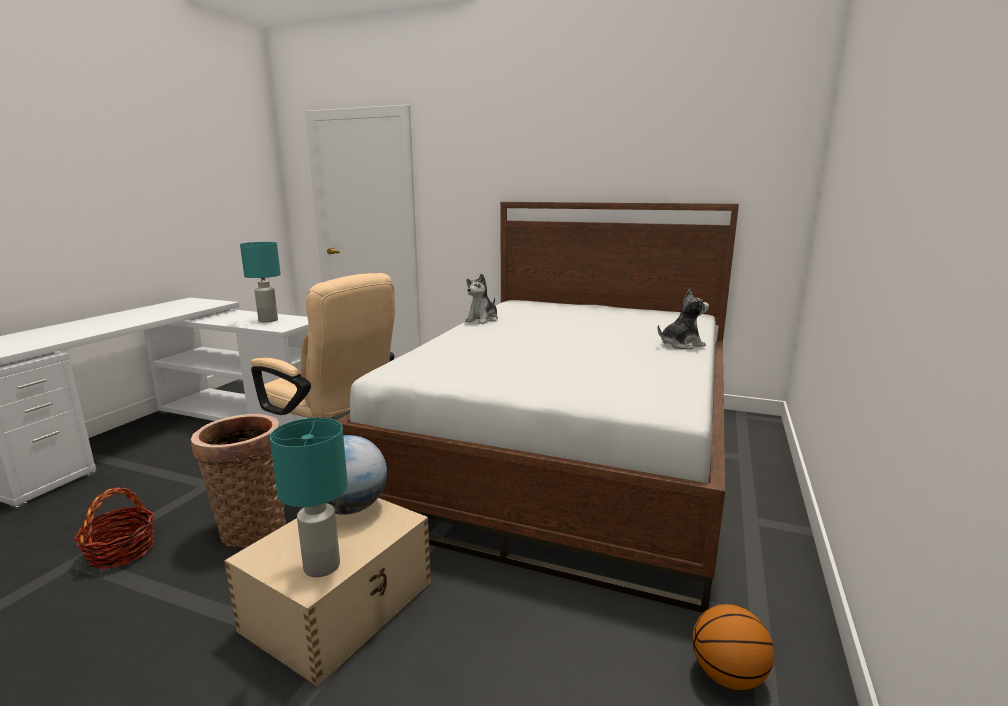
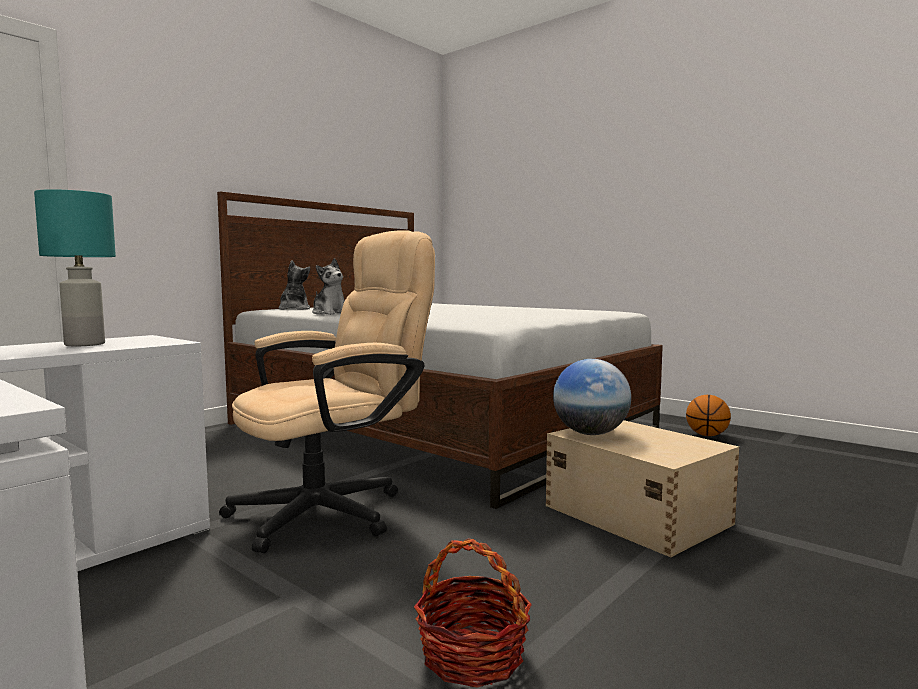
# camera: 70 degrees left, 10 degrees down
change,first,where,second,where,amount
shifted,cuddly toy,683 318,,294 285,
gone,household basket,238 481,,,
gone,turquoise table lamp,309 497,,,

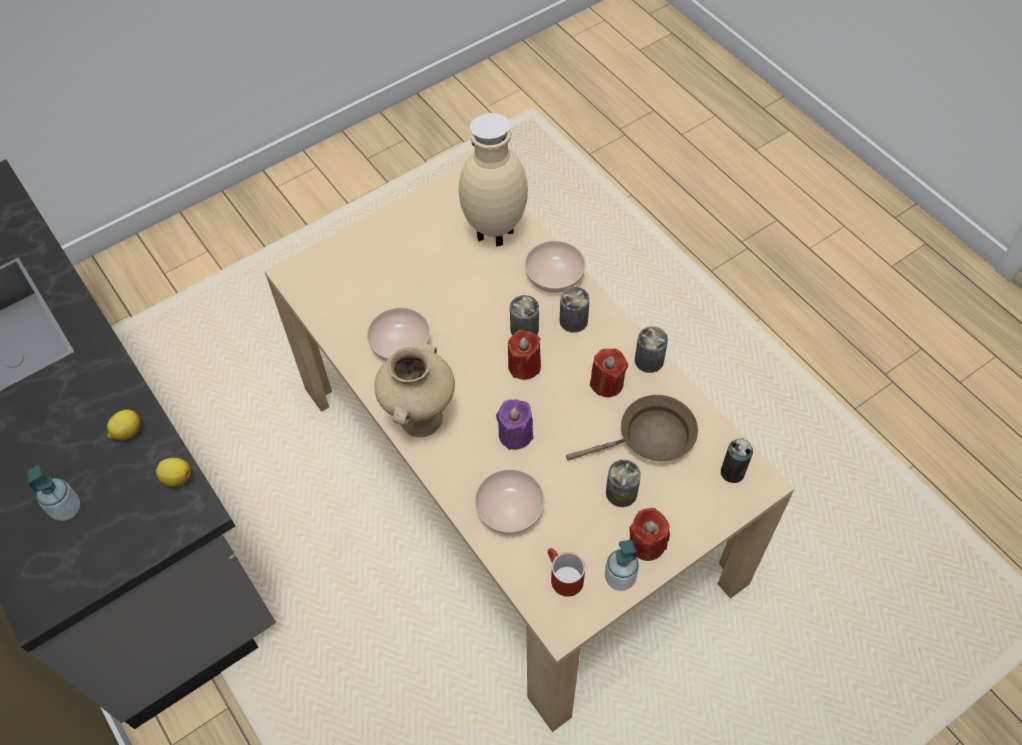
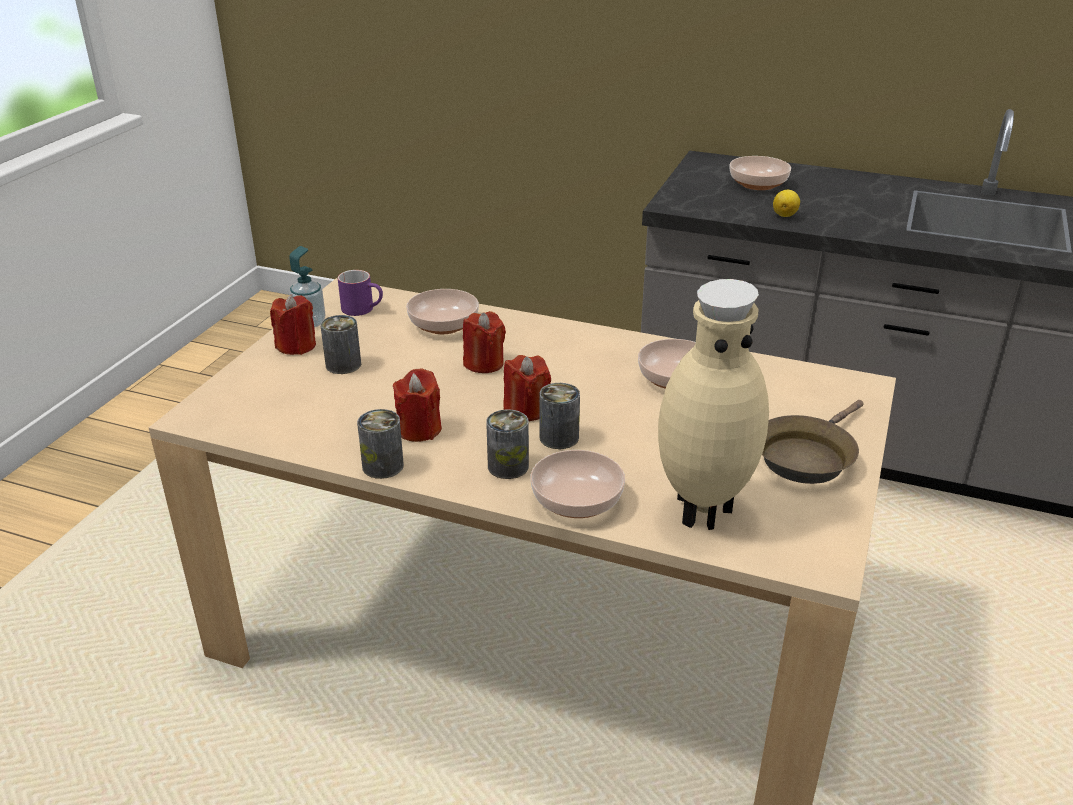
# camera: 145 degrees right, 25 degrees down
change,first,where,second,where,amount
repainted,red-coloured tea mug,566 572,purplish tea mug,360 293,
repainted,purplish wax candle,514 425,red-coloured wax candle,484 342,
swapped,liquid soap bottle,53 493,serving bowl,760 173,
shifted,brown frying pan,632 428,,813 442,
gone,whole lemon,173 472,,,
gone,beige vase,414 390,,,
gone,sealed can,737 460,,,

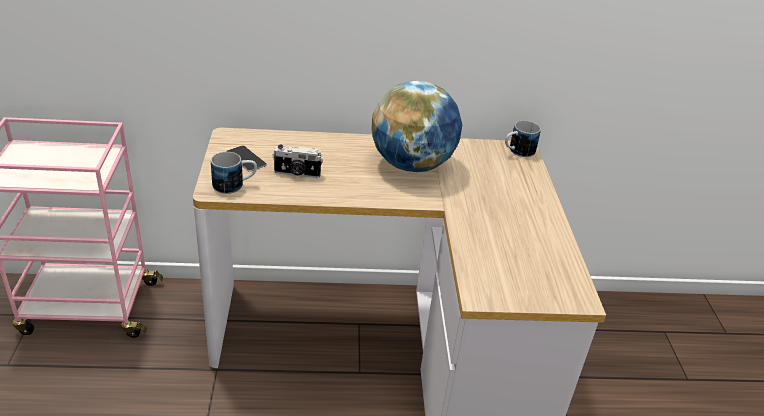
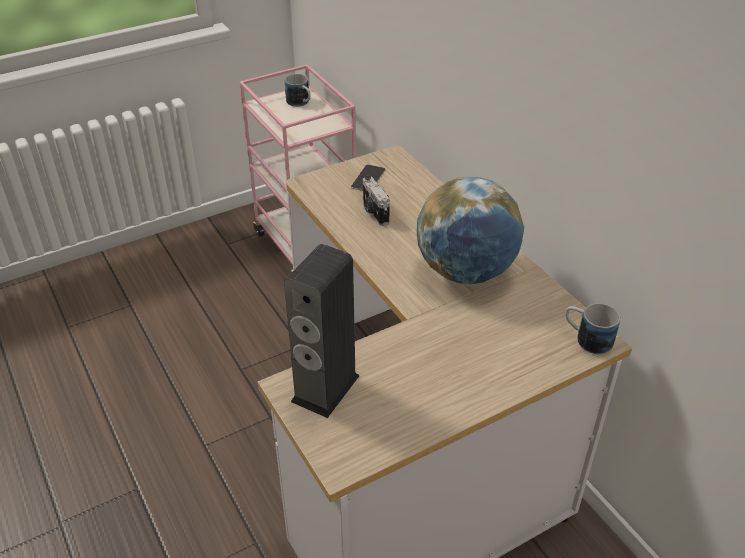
# camera: 65 degrees right, 5 degrees up
change,first,where,second,where,amount
new,,,speaker,322 331,
shifted,tea mug,234 173,,298 90,

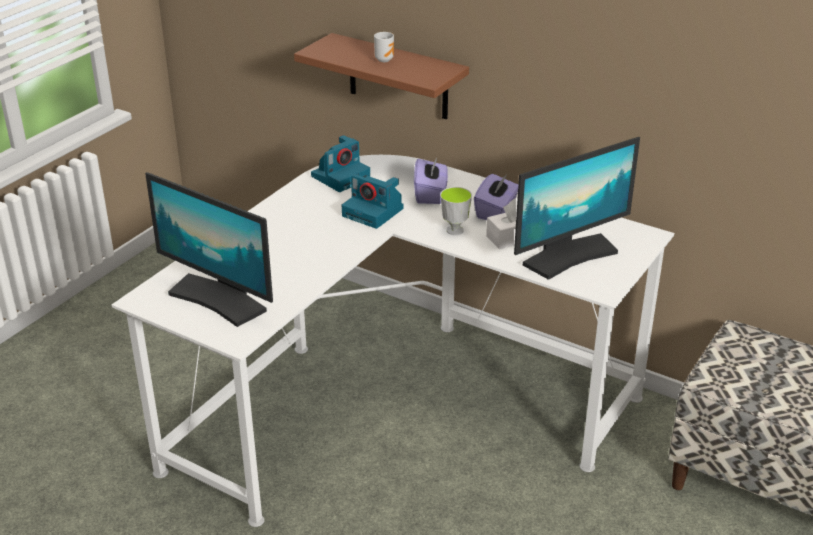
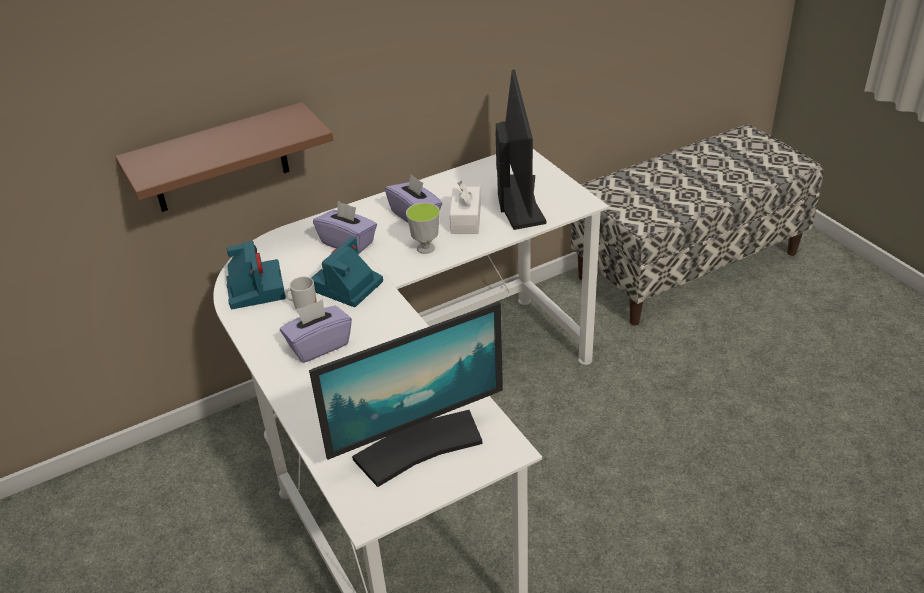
# camera: 60 degrees left, 5 degrees up
change,first,where,second,where,amount
new,,,purplish box of tissues,316 331,
shifted,tea mug,384 47,,301 292,
rotated,photo camera,372 201,,347 272,150 degrees clockwise

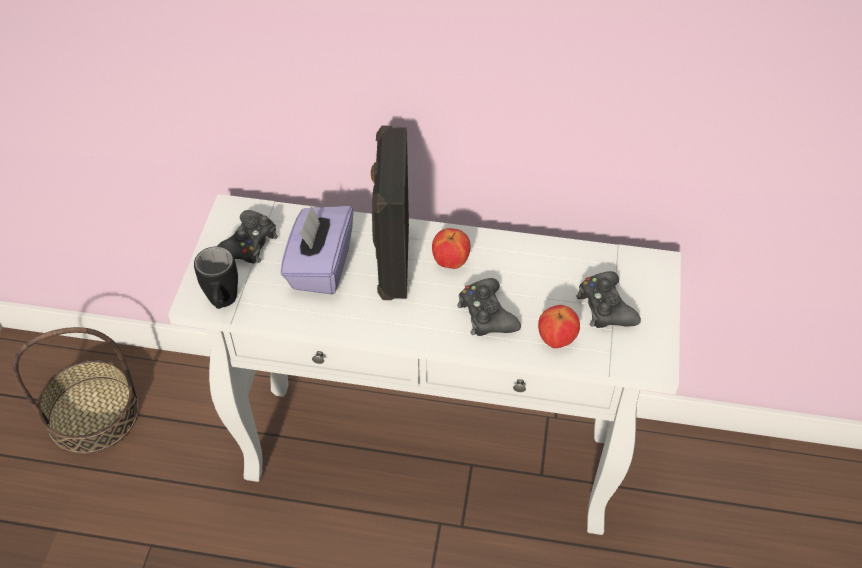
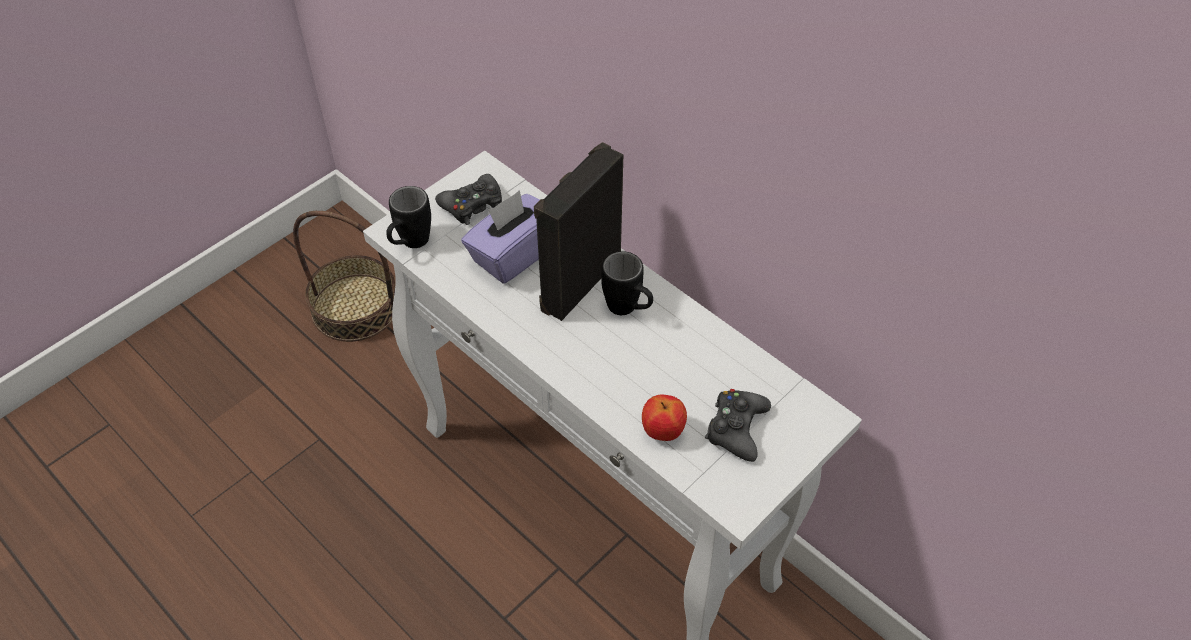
# camera: 35 degrees right, 0 degrees up
change,first,where,second,where,amount
swapped,apple fruit,451 248,black-coloured tea mug,627 283,
gone,black-coloured game controller,489 307,,,

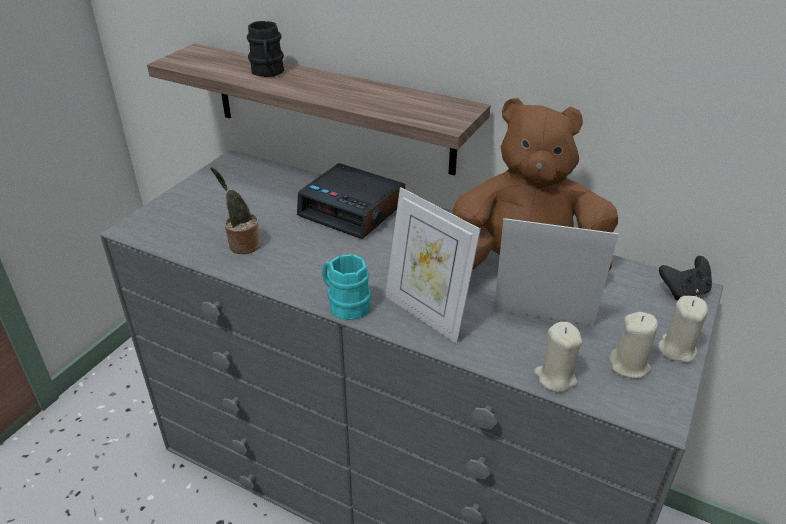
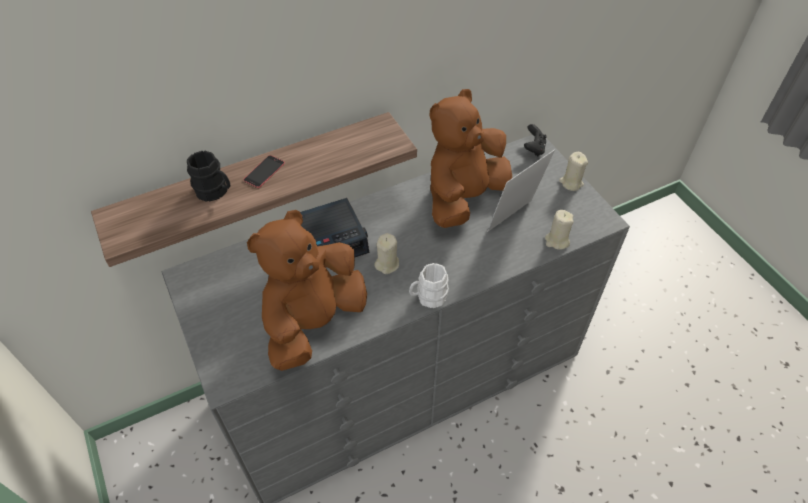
# camera: 55 degrees left, 15 degrees up
change,first,where,second,where,amount
new,,,telephone,264 171,
swapped,houseplant,235 210,brown cuddly toy,307 290,
shifted,beige wax candle,633 345,,386 253,
repainted,turquoise tea mug,346 287,white-coloured tea mug,429 285,
gone,standing frame,433 265,,,

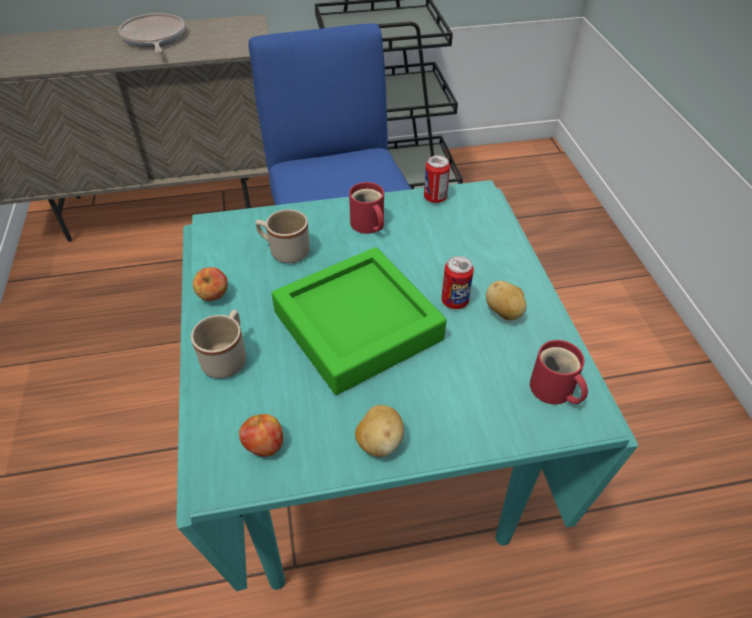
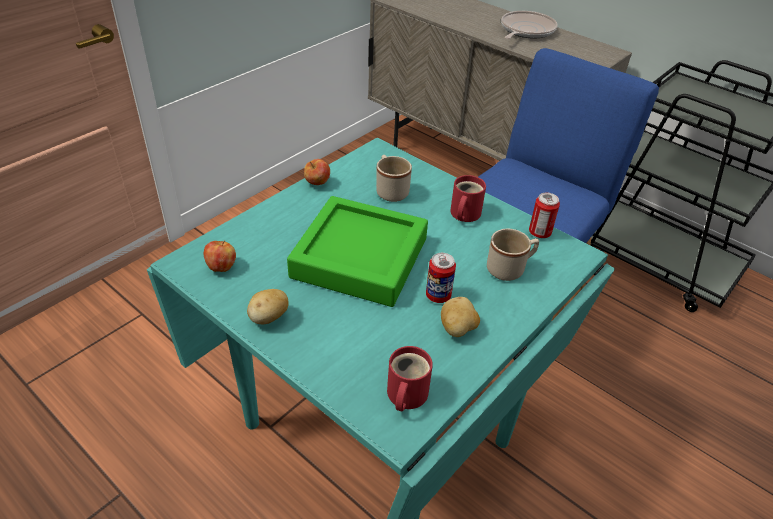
# camera: 50 degrees right, 5 degrees down
change,first,where,second,where,amount
shifted,beige tea mug,218 344,,513 255,

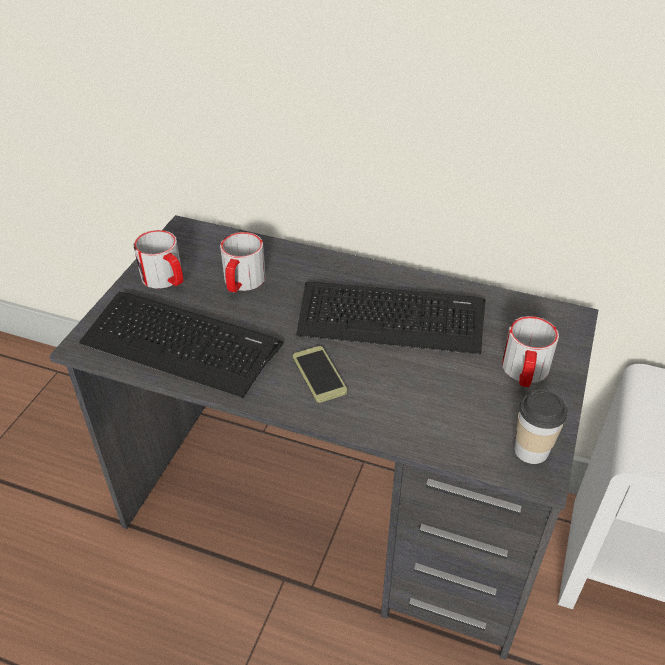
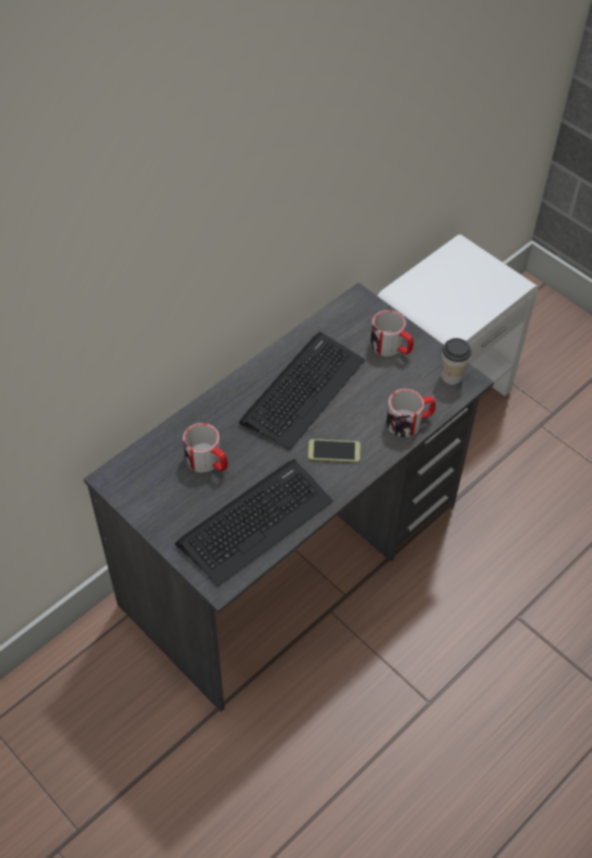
# camera: 65 degrees left, 10 degrees up
change,first,where,second,where,amount
shifted,tea mug,158 259,,411 413,

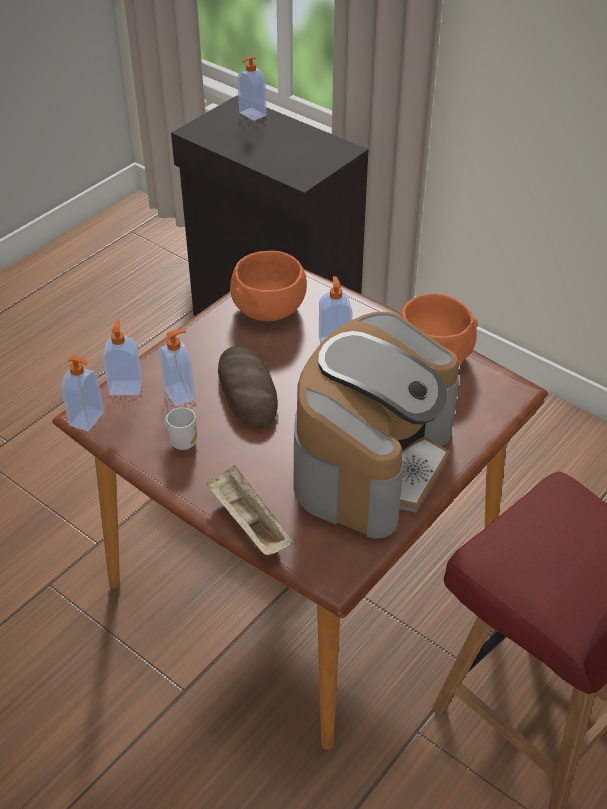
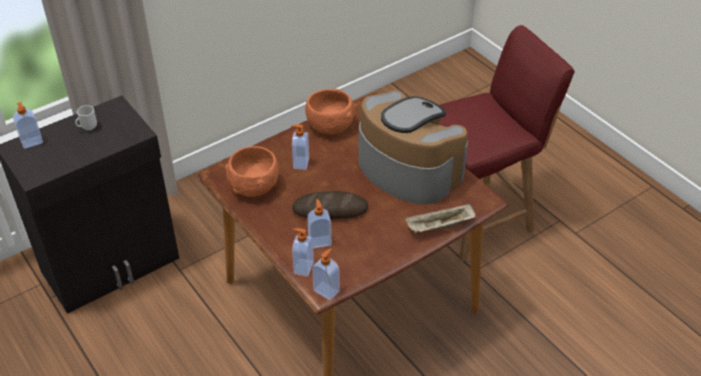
# camera: 75 degrees left, 0 degrees up
change,first,where,second,where,amount
shifted,tea mug,180 428,,86 117,

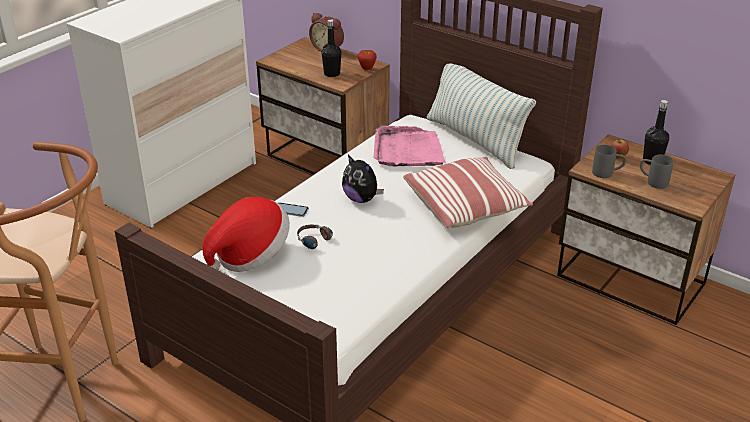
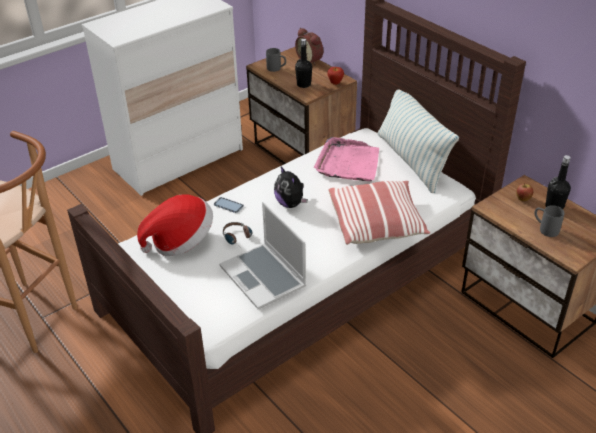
# camera: 15 degrees right, 5 degrees up
change,first,where,second,where,amount
new,,,laptop,262 255,
shifted,greyish tea mug,609 161,,276 60,

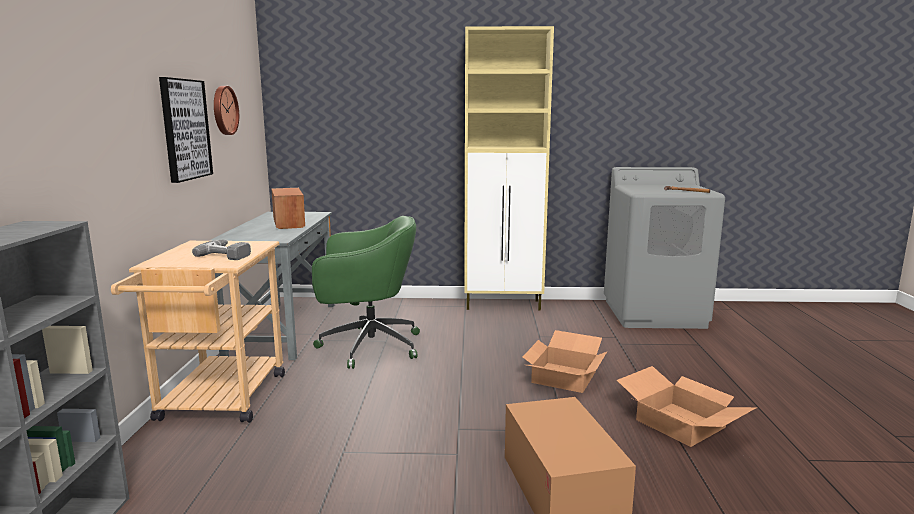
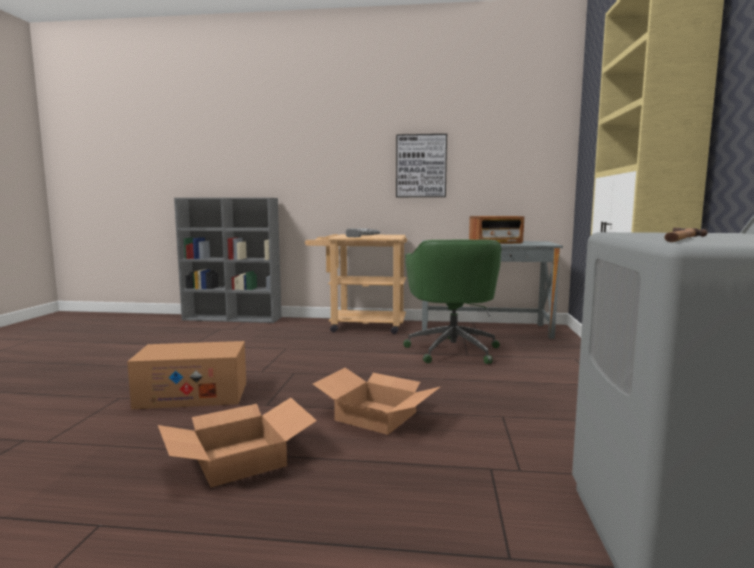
# camera: 95 degrees right, 5 degrees down
change,first,where,second,where,amount
gone,hanging clock,226 110,,,

